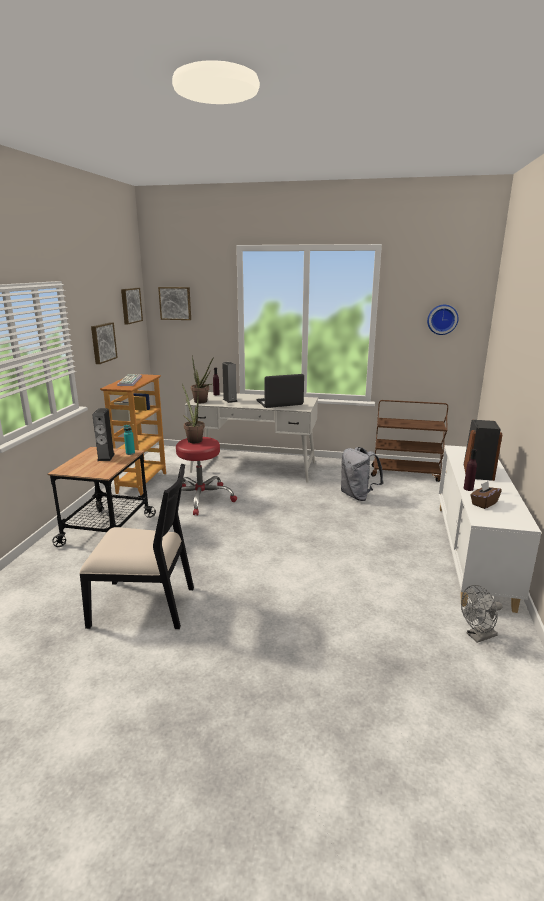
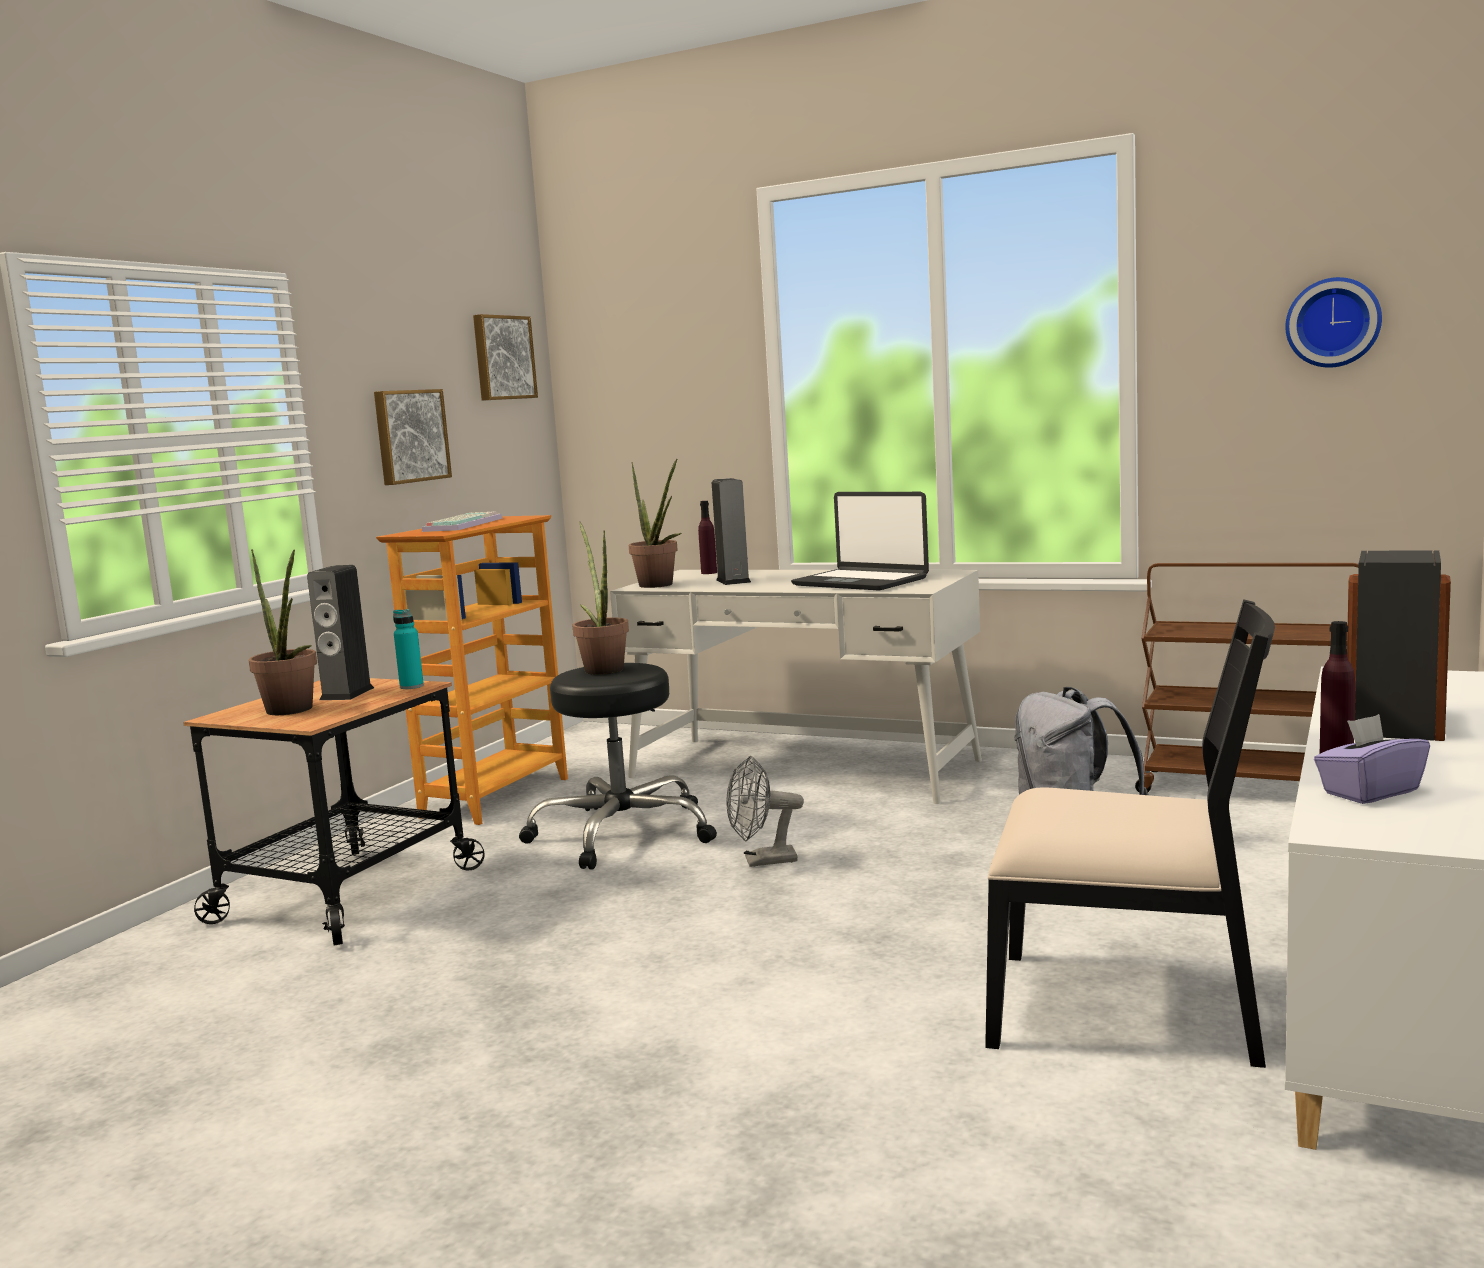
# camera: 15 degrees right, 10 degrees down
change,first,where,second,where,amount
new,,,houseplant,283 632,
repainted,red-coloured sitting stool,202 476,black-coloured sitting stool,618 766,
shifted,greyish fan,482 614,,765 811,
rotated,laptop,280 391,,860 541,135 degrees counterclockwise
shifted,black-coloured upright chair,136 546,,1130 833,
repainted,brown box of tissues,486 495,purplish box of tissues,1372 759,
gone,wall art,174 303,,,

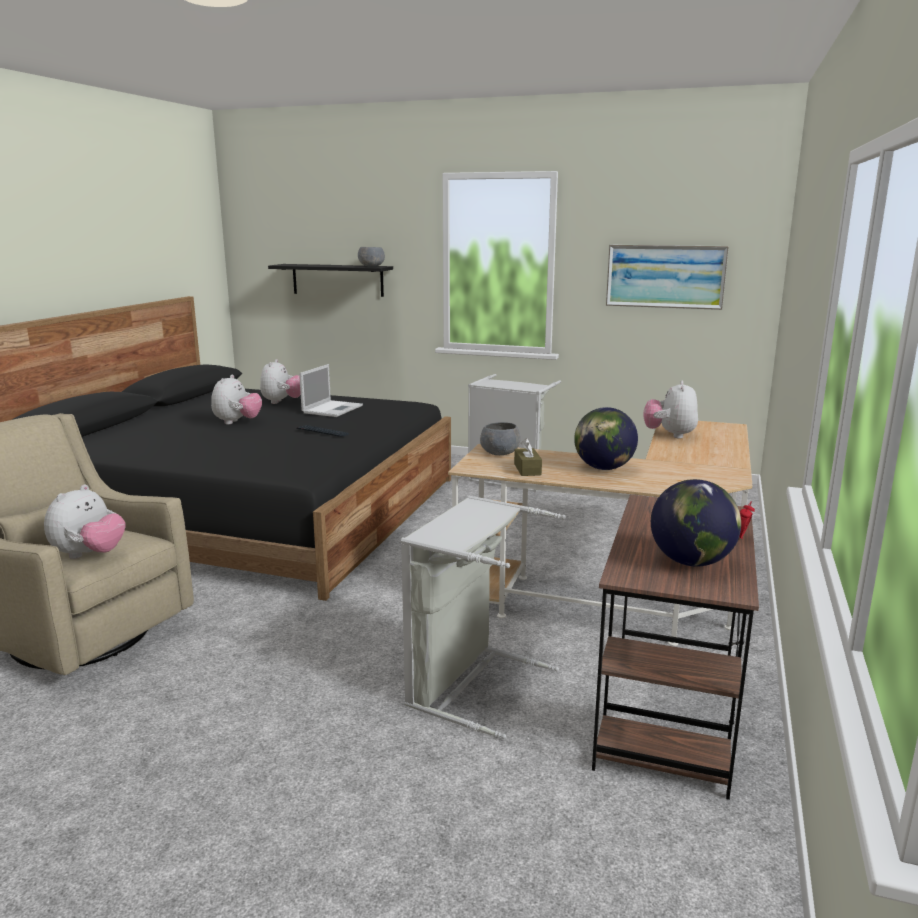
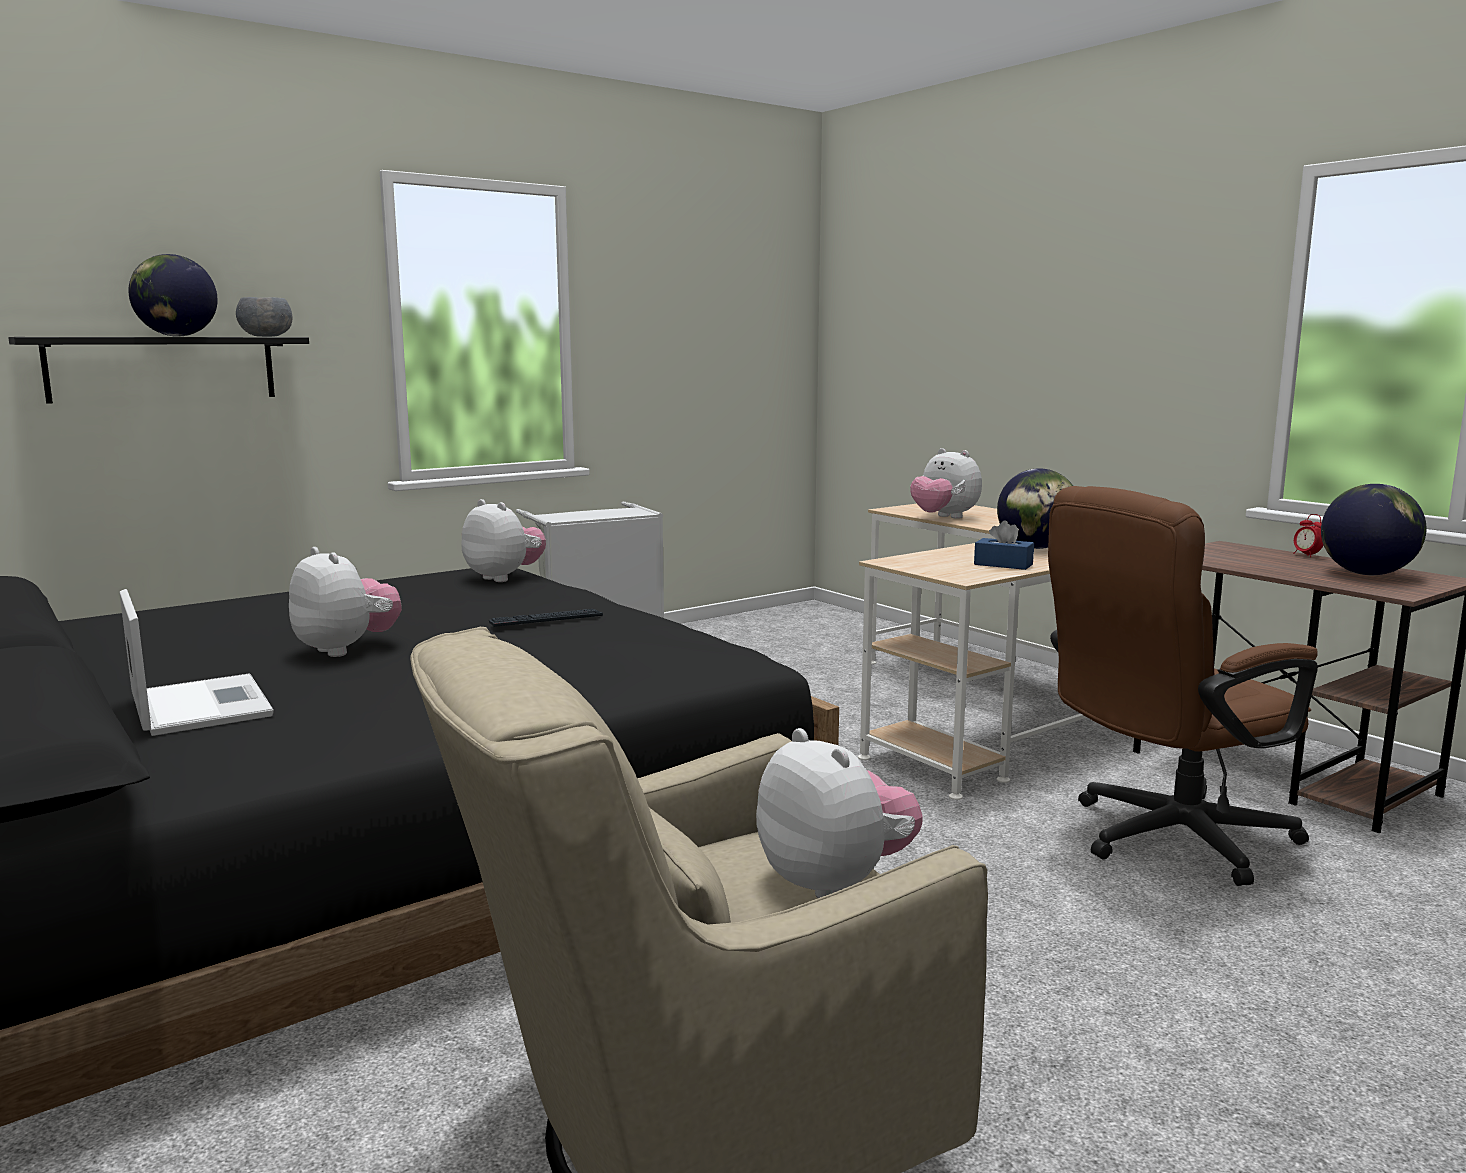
# camera: 55 degrees left, 5 degrees down
change,first,where,second,where,amount
shifted,laptop,331 390,,196 662,
new,,,world globe,173 295,
shifted,cuddly toy,280 381,,503 540,
repainted,brown box of tissues,528 457,blue-coloured box of tissues,1004 545,
swapped,greyish hamper,483 617,brown desk chair,1183 686,
gone,greyish serving bowl,500 438,,,
gone,wall art,667 277,,,

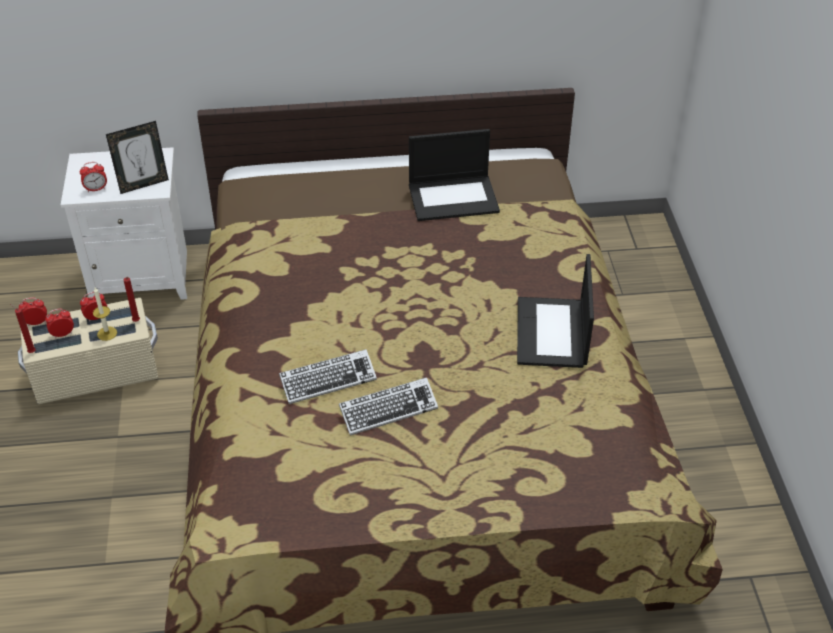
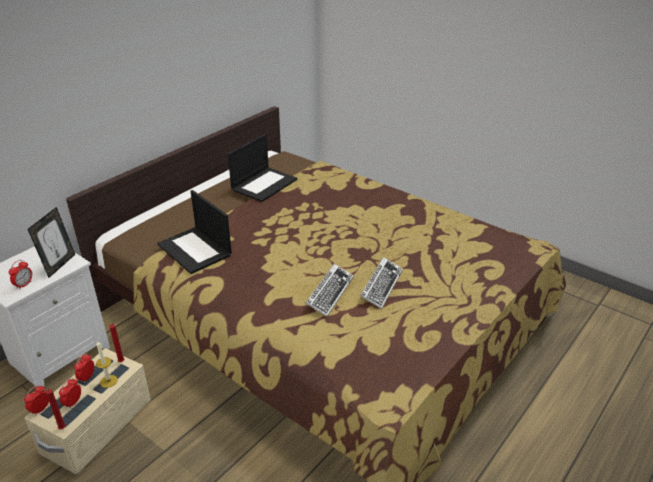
# camera: 45 degrees left, 10 degrees down
change,first,where,second,where,amount
shifted,laptop,555 311,,194 232,

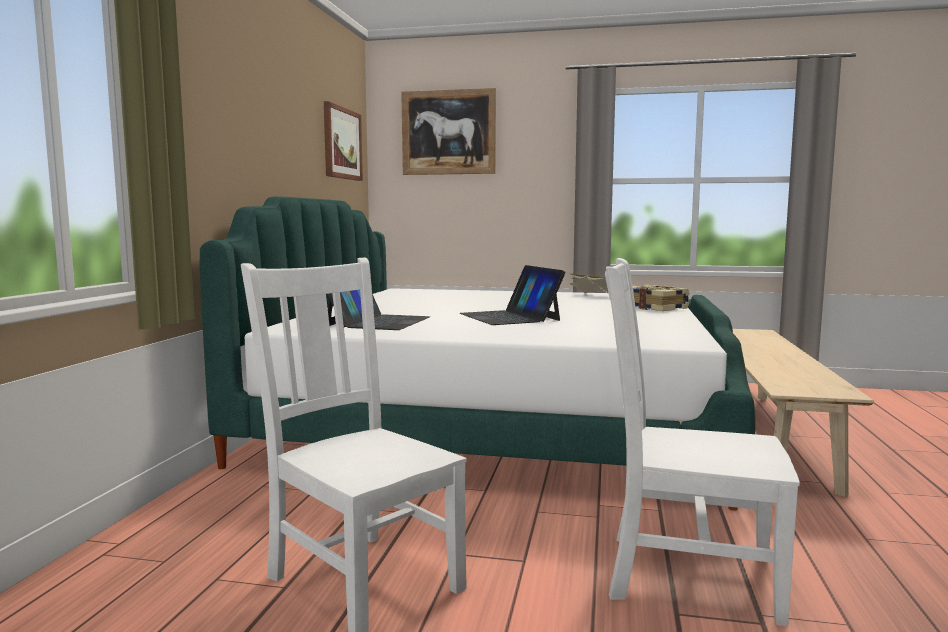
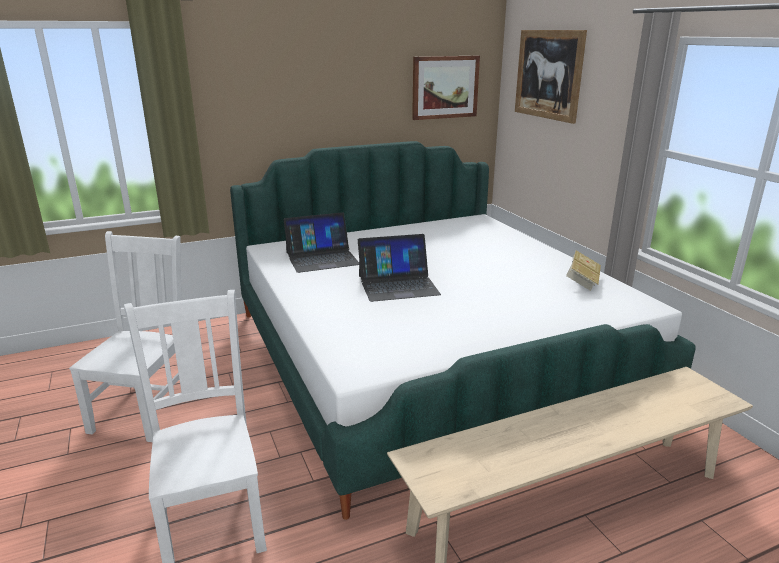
# camera: 55 degrees right, 15 degrees up
change,first,where,second,where,amount
rotated,laptop,512 295,,399 268,135 degrees counterclockwise
gone,volume,661 298,,,

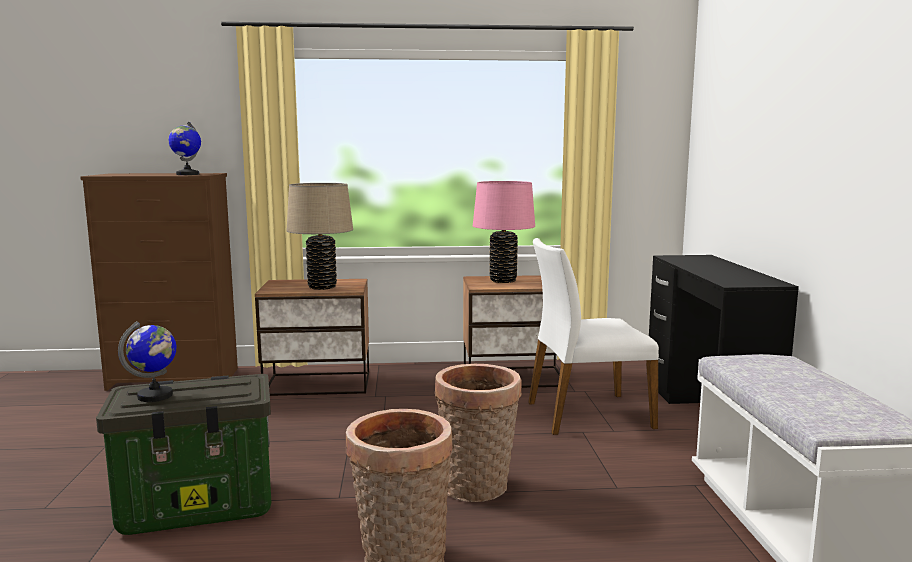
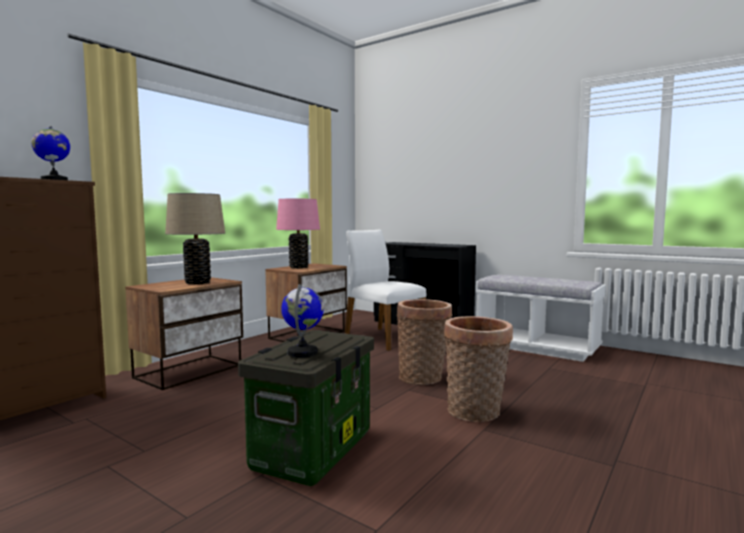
# camera: 50 degrees left, 5 degrees down
change,first,where,second,where,amount
rotated,white-coloured upright chair,593 336,,385 290,105 degrees clockwise

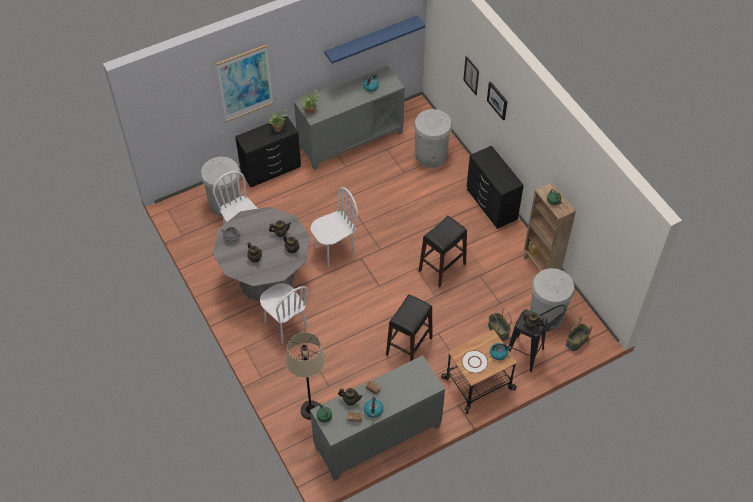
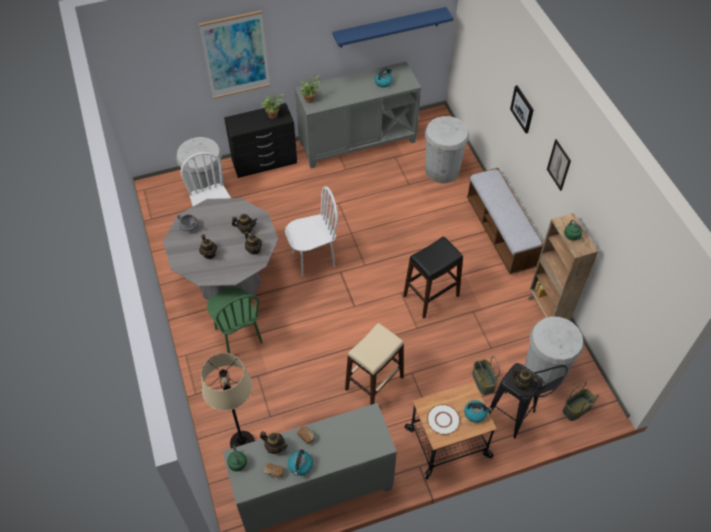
# camera: 10 degrees right, 0 degrees up
change,first,where,second,where,amount
repainted,white-coloured upright chair,284 313,green-coloured upright chair,234 320,
repainted,black-coloured sitting stool,409 327,beige sitting stool,374 364,
swapped,black-coloured dresser,495 187,indoor bench,505 221,
shifted,wall art,471 75,,559 165,

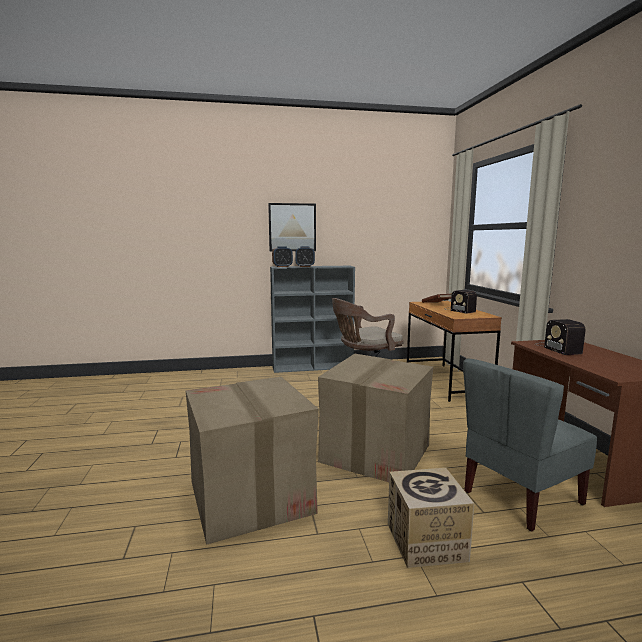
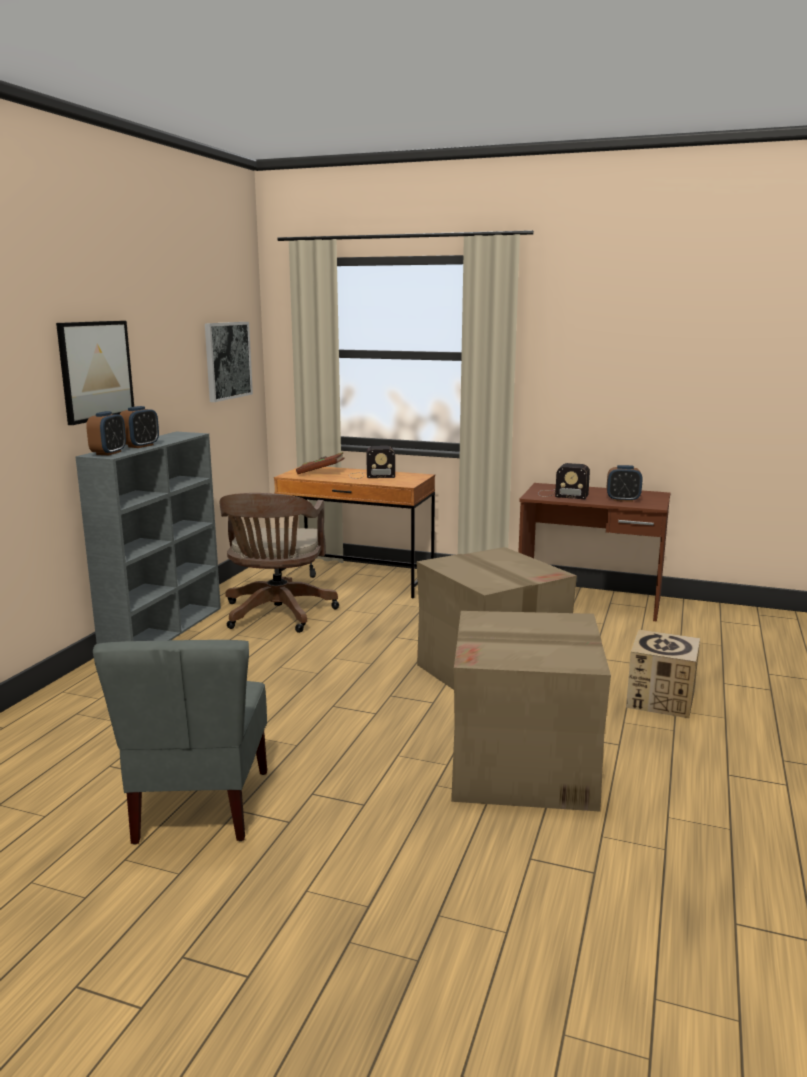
# camera: 60 degrees left, 5 degrees up
change,first,where,second,where,amount
shifted,greyish upright chair,530 445,,180 742,
new,,,wall art,229 362,
new,,,bedside clock,625 483,

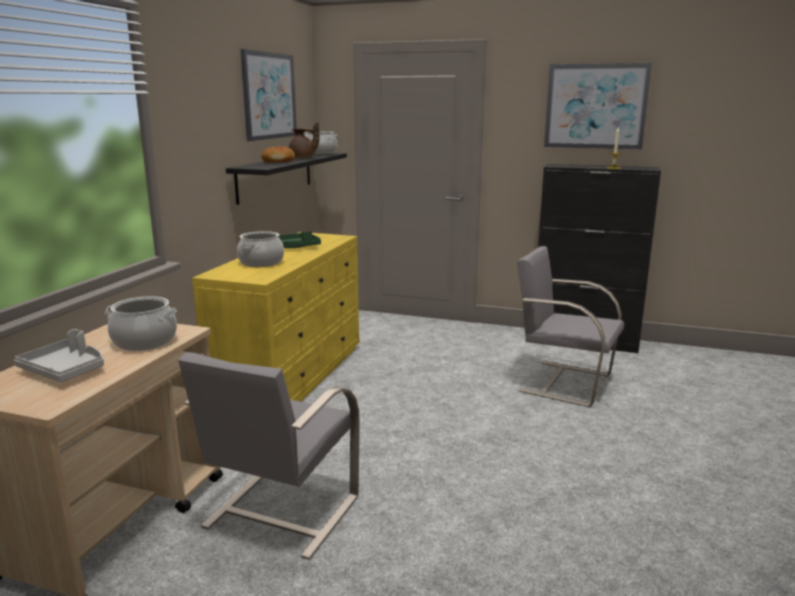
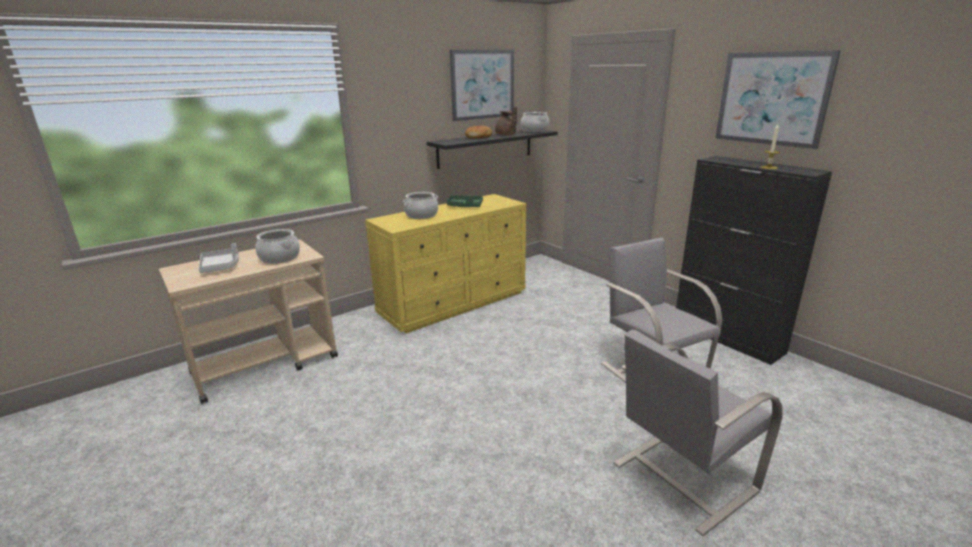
# camera: 35 degrees right, 5 degrees up
change,first,where,second,where,amount
shifted,greyish upright chair,269 456,,698 433,

